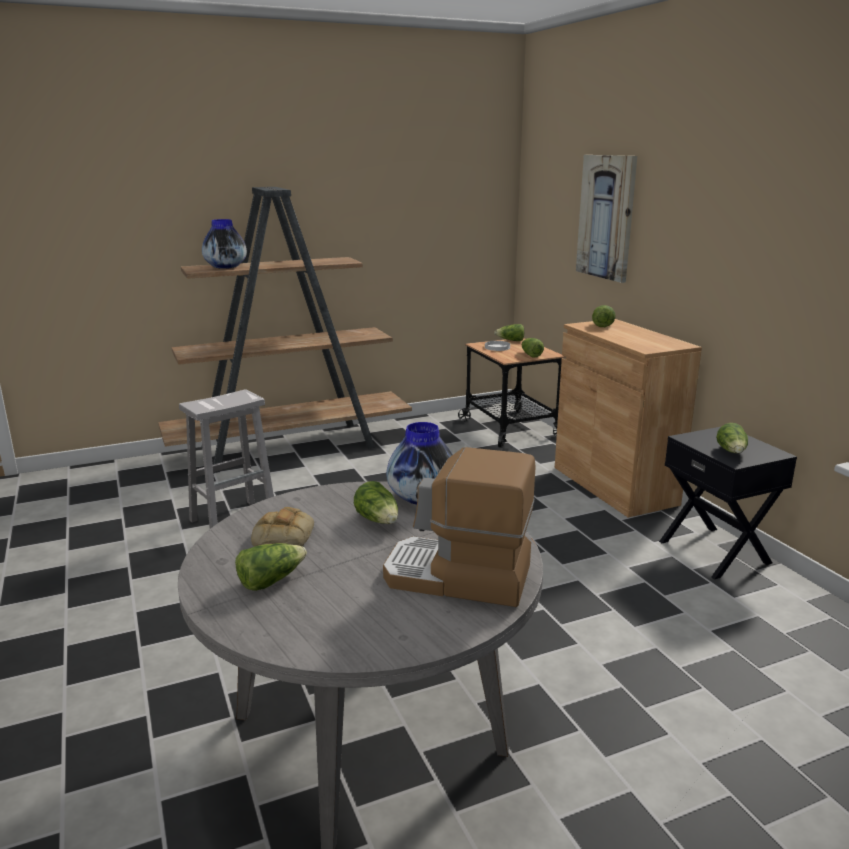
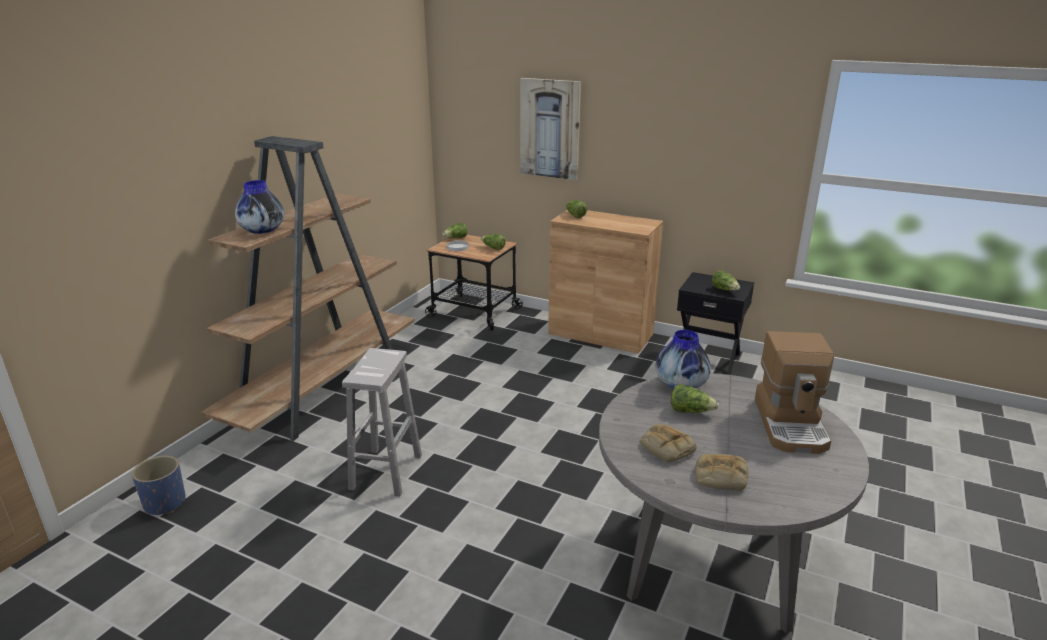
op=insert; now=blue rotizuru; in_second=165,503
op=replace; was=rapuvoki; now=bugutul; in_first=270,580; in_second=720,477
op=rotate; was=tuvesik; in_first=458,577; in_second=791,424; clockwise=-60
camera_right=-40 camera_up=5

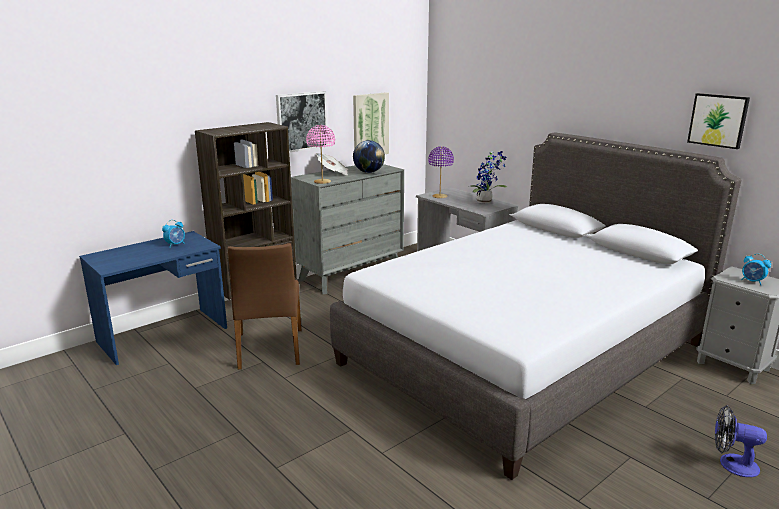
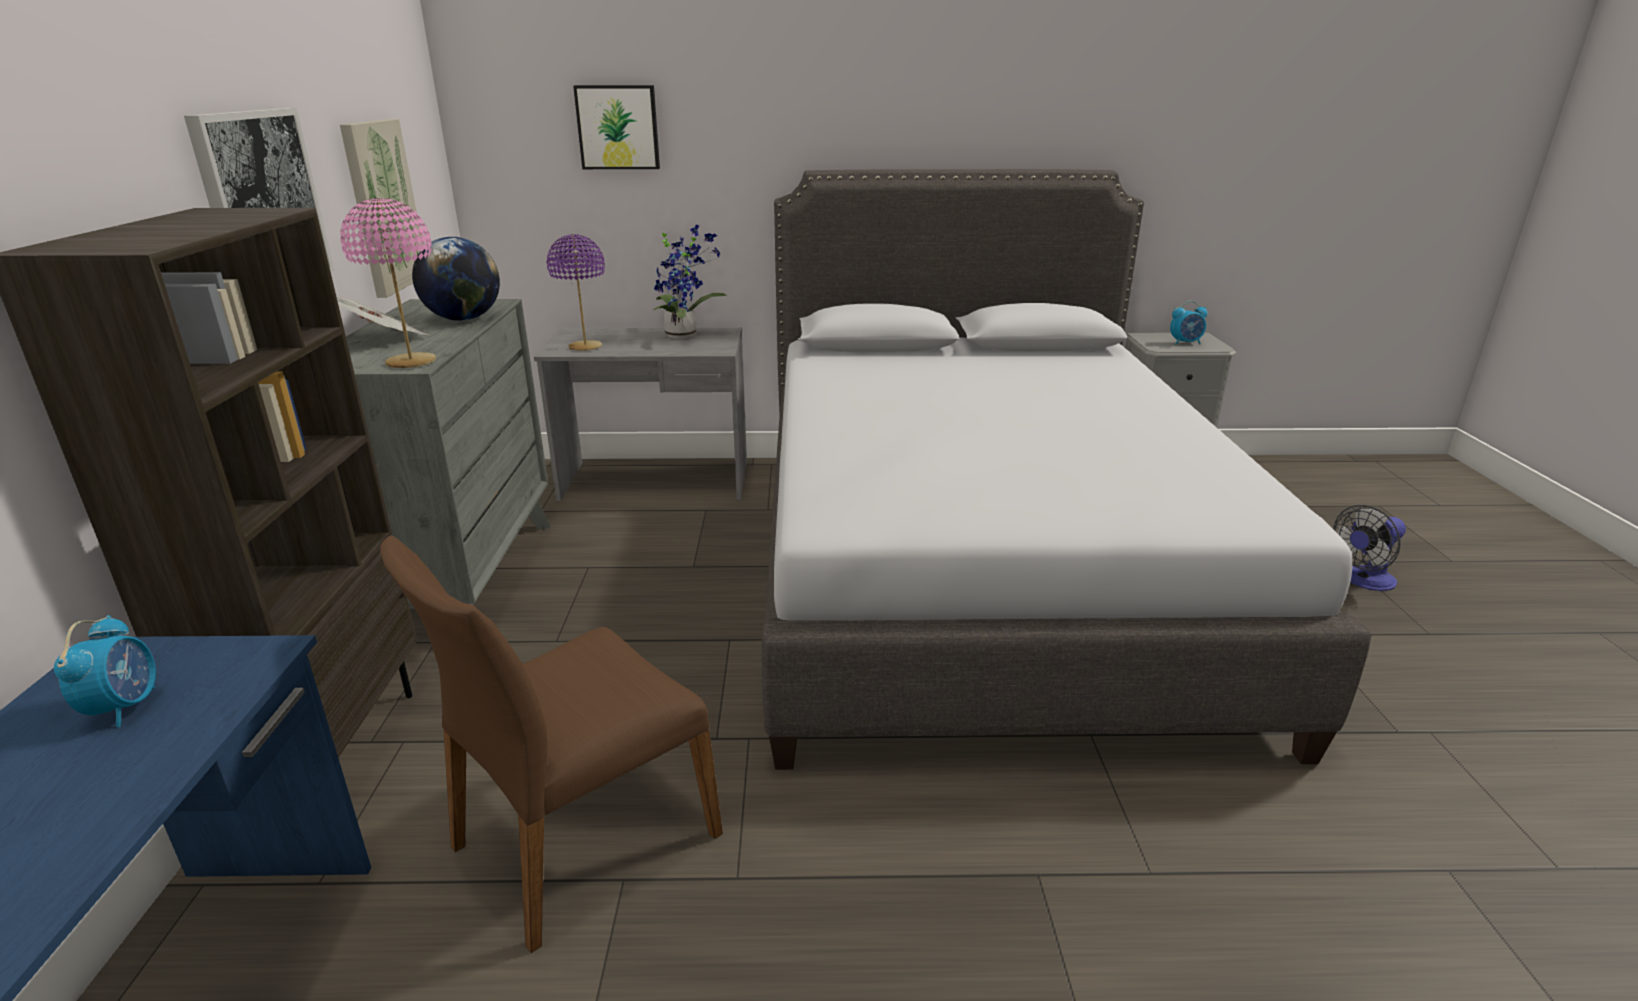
op=move; was=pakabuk; in_first=718,120; in_second=618,127
op=rotate; was=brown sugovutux; in_first=269,349; in_second=582,839; clockwise=105
camera_right=-50 camera_up=5

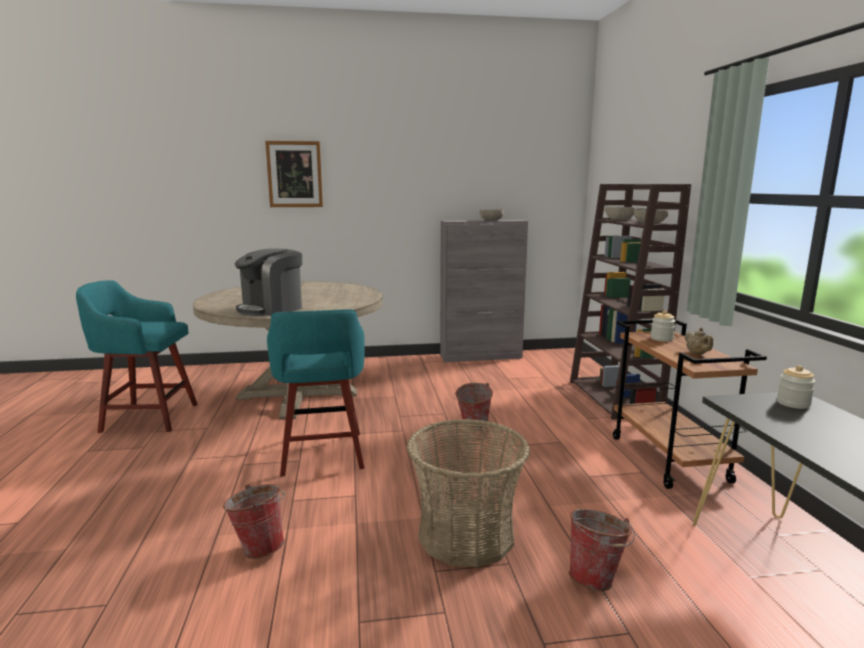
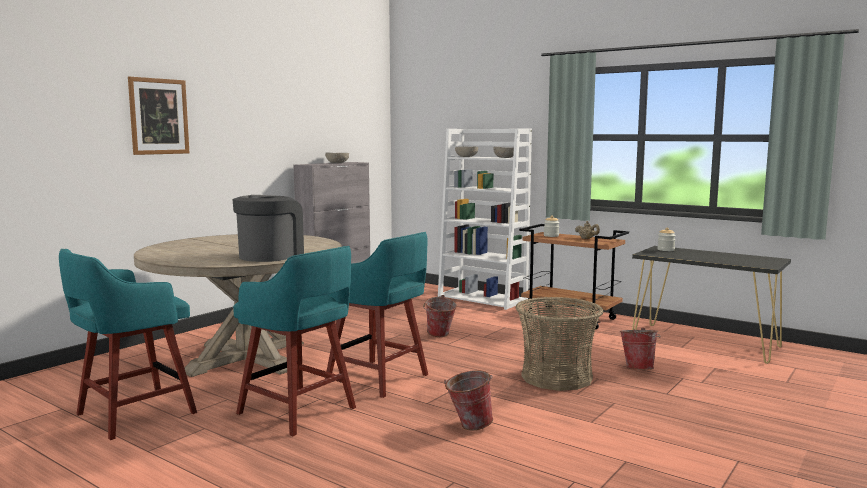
op=insert; now=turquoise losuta; in_second=299,412
op=recolor; was=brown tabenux; now=white tabenux; in_first=615,398; in_second=483,299
op=rotate; was=tuvesik; in_first=271,309; in_second=271,256; clockwise=-150
camera_right=-45 camera_up=-5

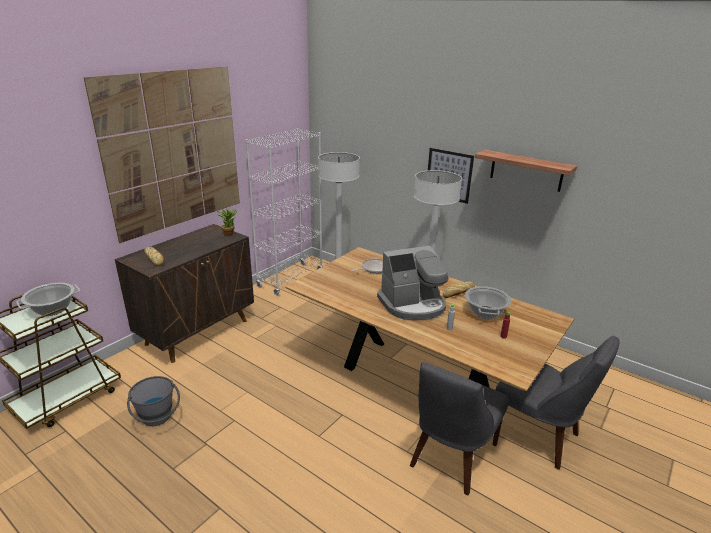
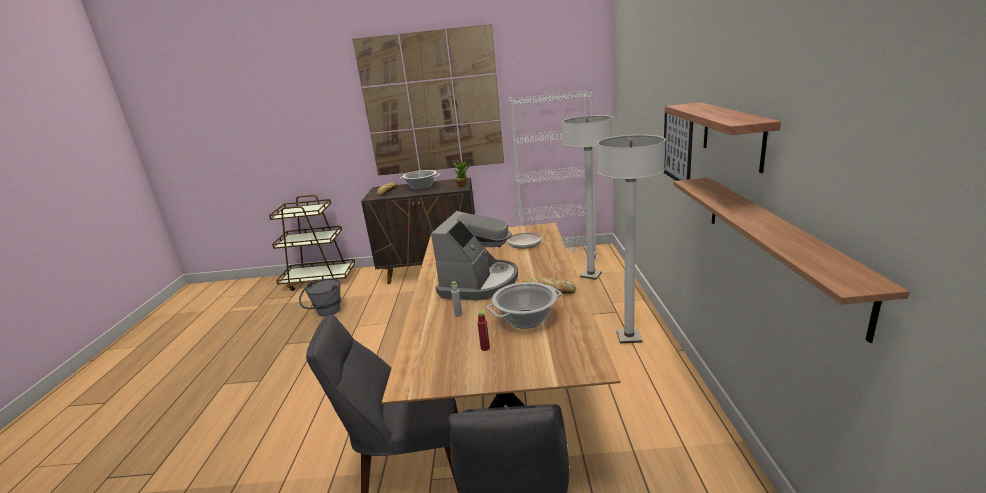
op=insert; now=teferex; in_second=775,242
op=move; was=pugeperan; in_first=53,309; in_second=421,187
op=rotate; was=tuvesik; in_first=413,305; in_second=479,283; clockwise=-105
camera_right=55 camera_up=-5

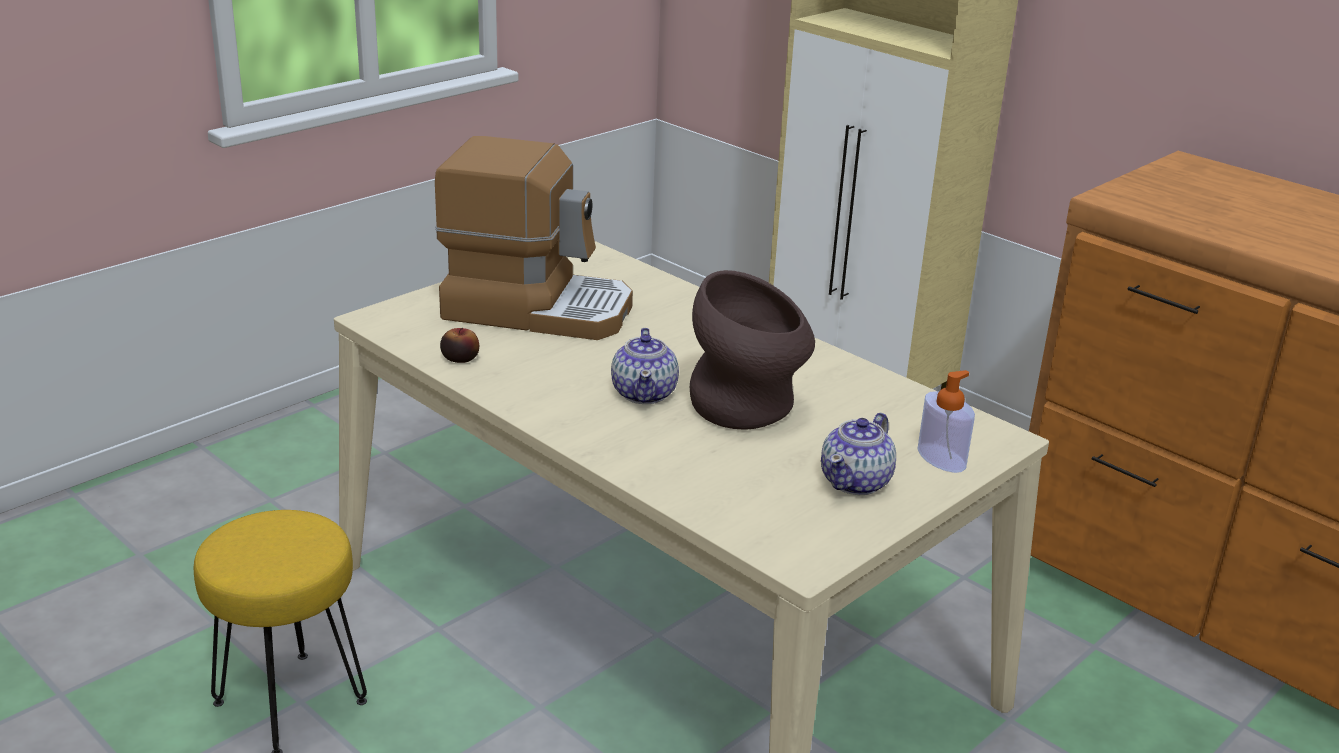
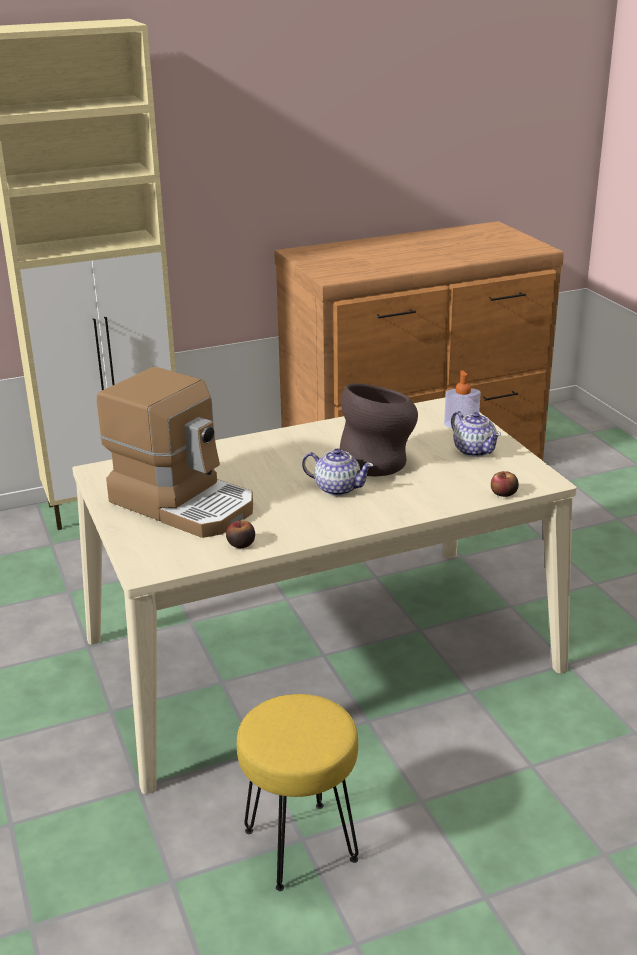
op=insert; now=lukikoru; in_second=503,493
op=rotate; was=tuvesik; in_first=537,308; in_second=184,503; clockwise=90
camera_right=-65 camera_up=0

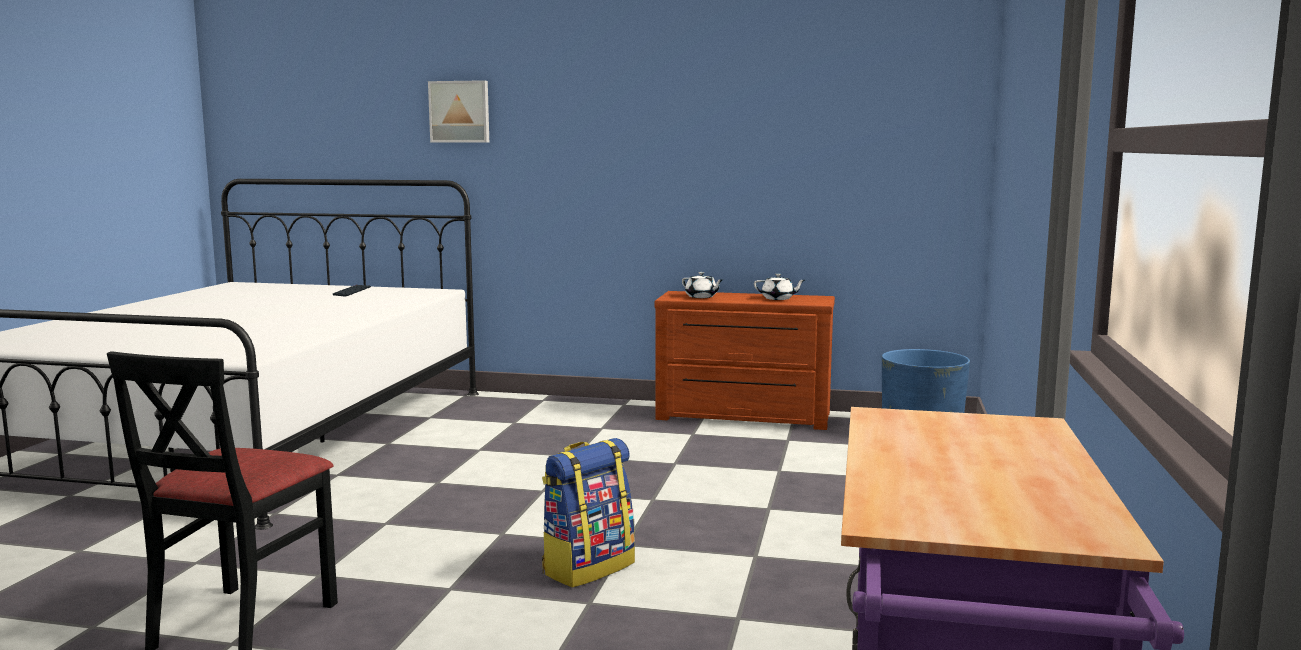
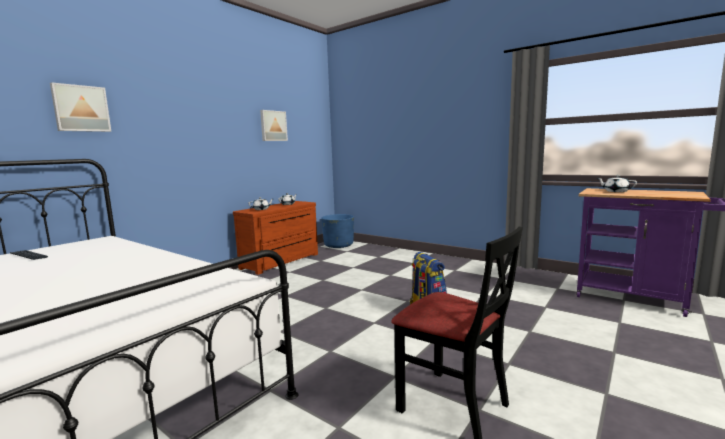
op=insert; now=pakabuk; in_second=273,126
op=insert; now=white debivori; in_second=615,191
camera_right=-65 camera_up=0

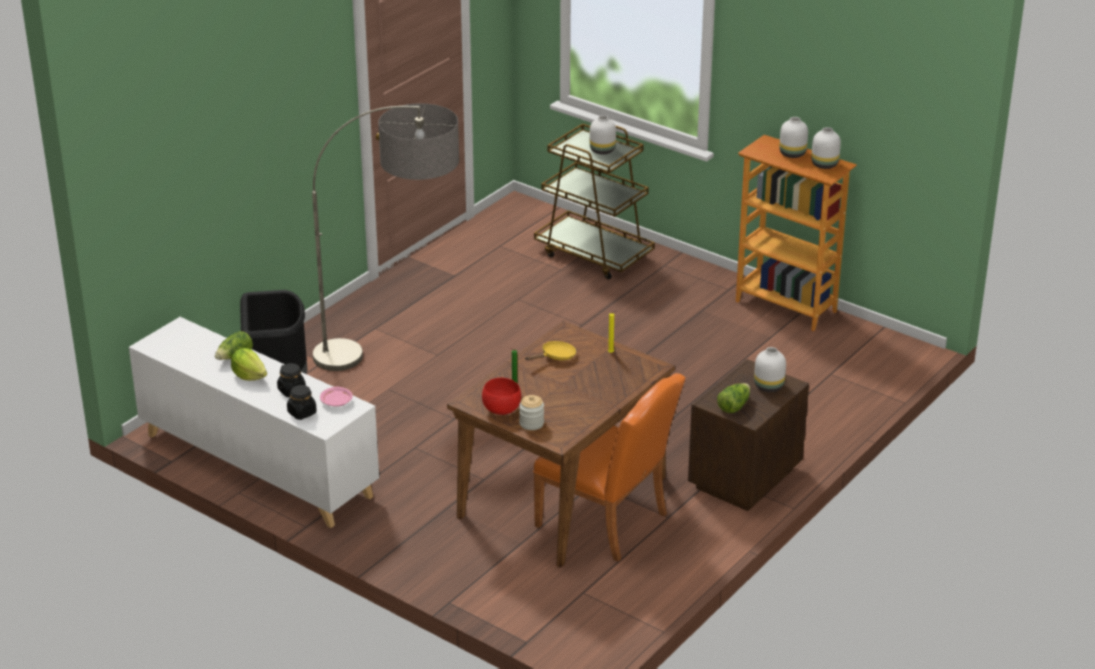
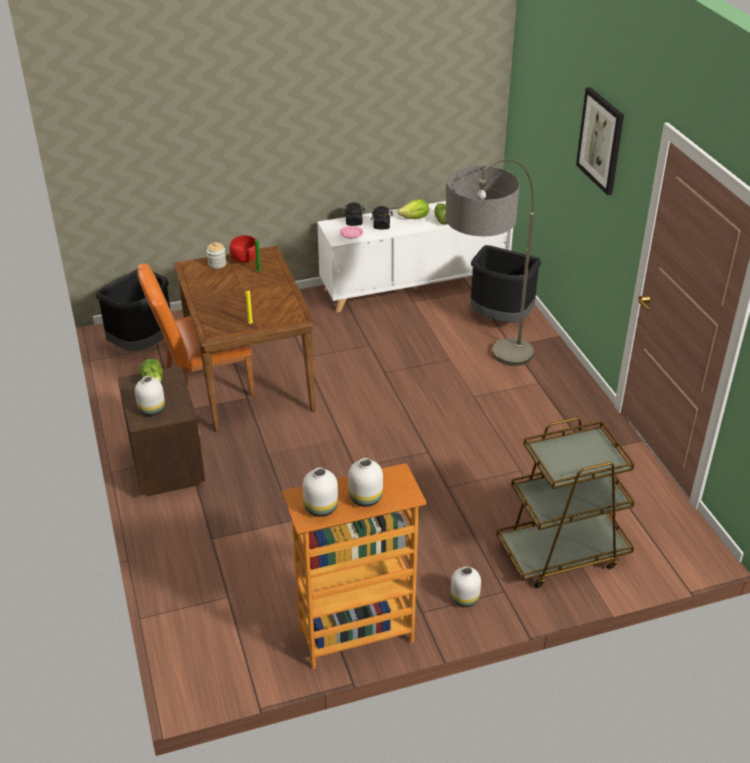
op=delete; was=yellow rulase; in_first=555,357
op=insert; now=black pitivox; in_second=143,345
op=insert; now=pakabuk; in_second=601,140
op=move; was=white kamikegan; in_first=602,151; in_second=464,598
camera_right=125 camera_up=5

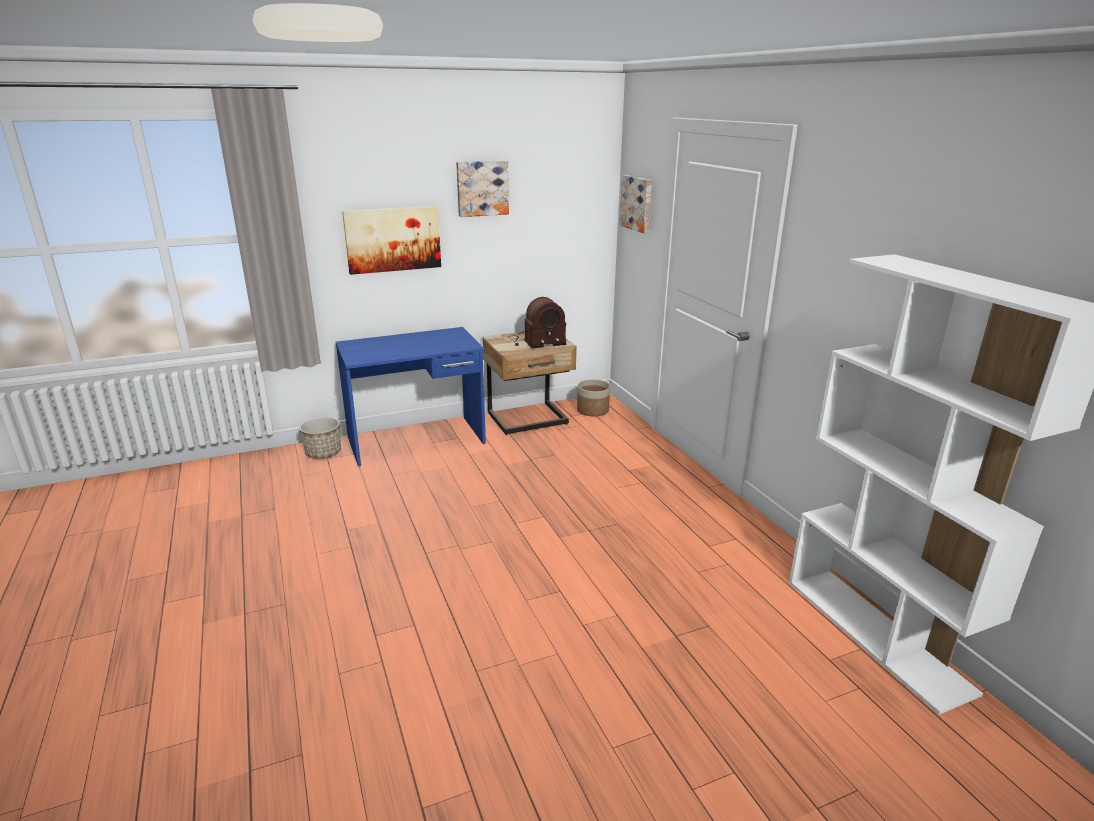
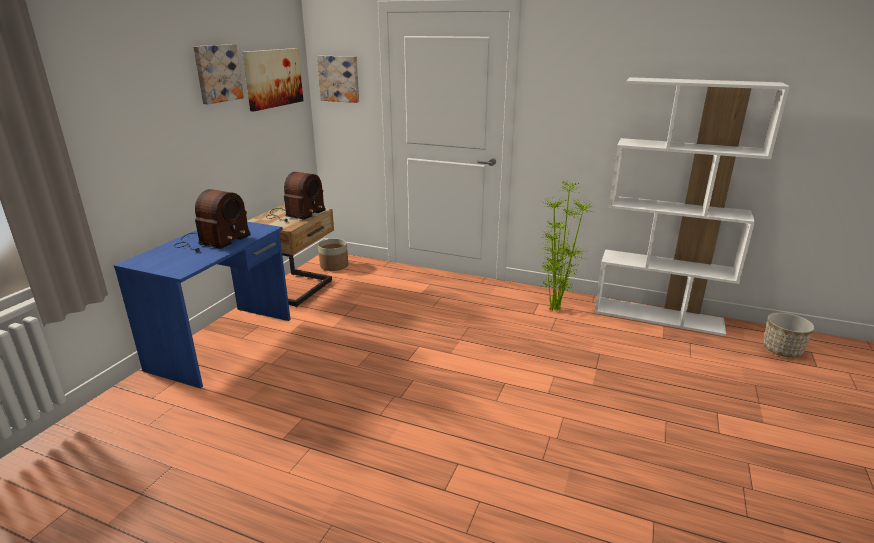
op=insert; now=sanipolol; in_second=212,241
op=insert; now=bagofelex; in_second=555,310
op=move; was=rotizuru; in_first=323,453; in_second=782,350
op=move; was=pakabuk; in_first=393,239; in_second=273,78
camera_right=-45 camera_up=0

